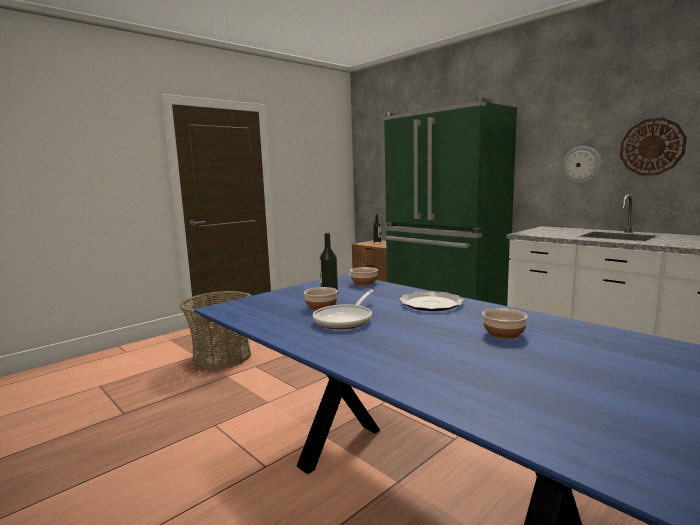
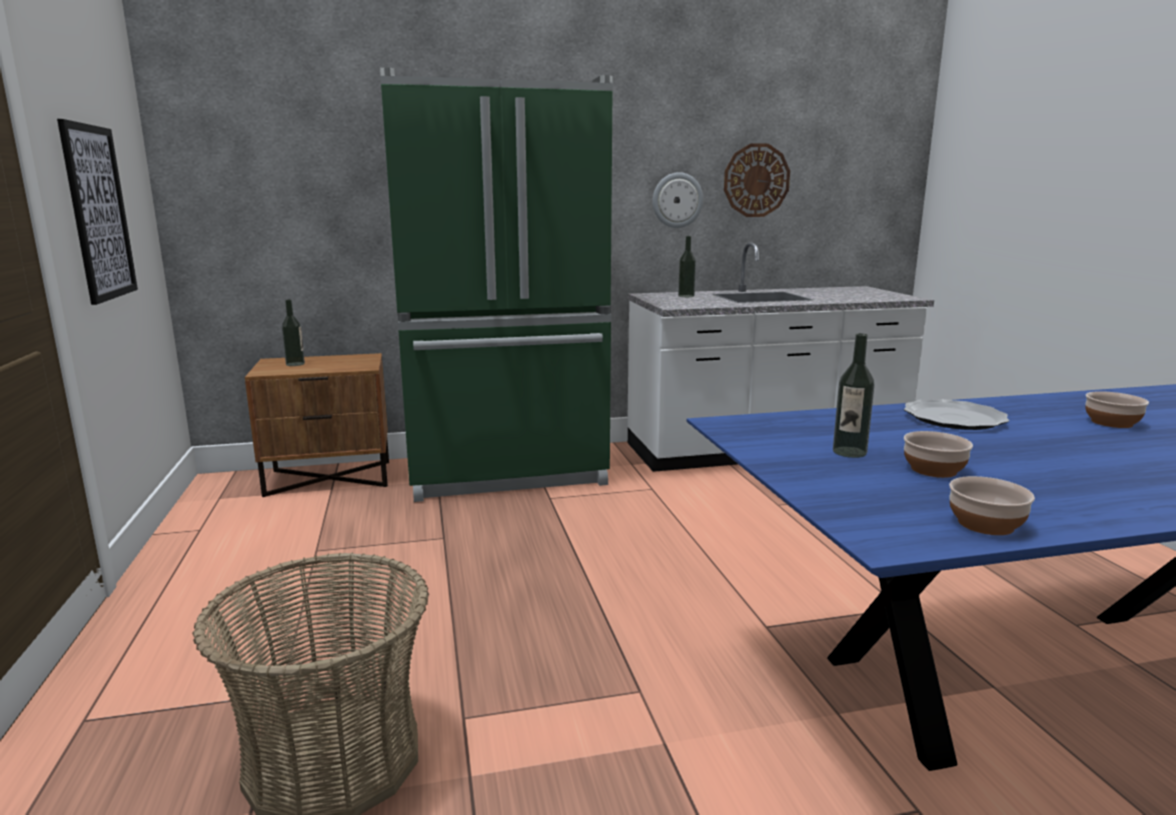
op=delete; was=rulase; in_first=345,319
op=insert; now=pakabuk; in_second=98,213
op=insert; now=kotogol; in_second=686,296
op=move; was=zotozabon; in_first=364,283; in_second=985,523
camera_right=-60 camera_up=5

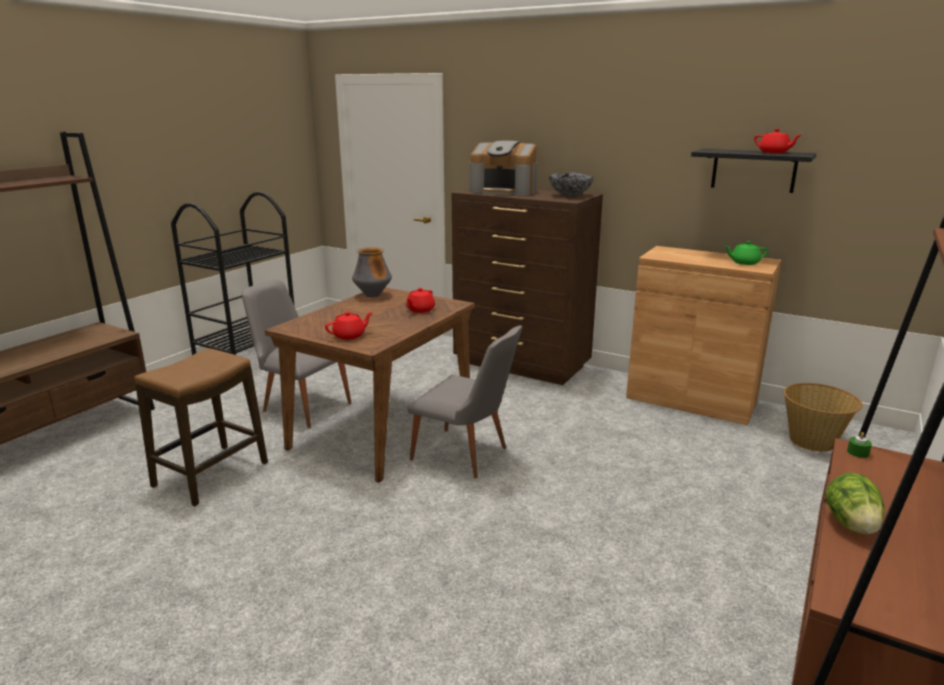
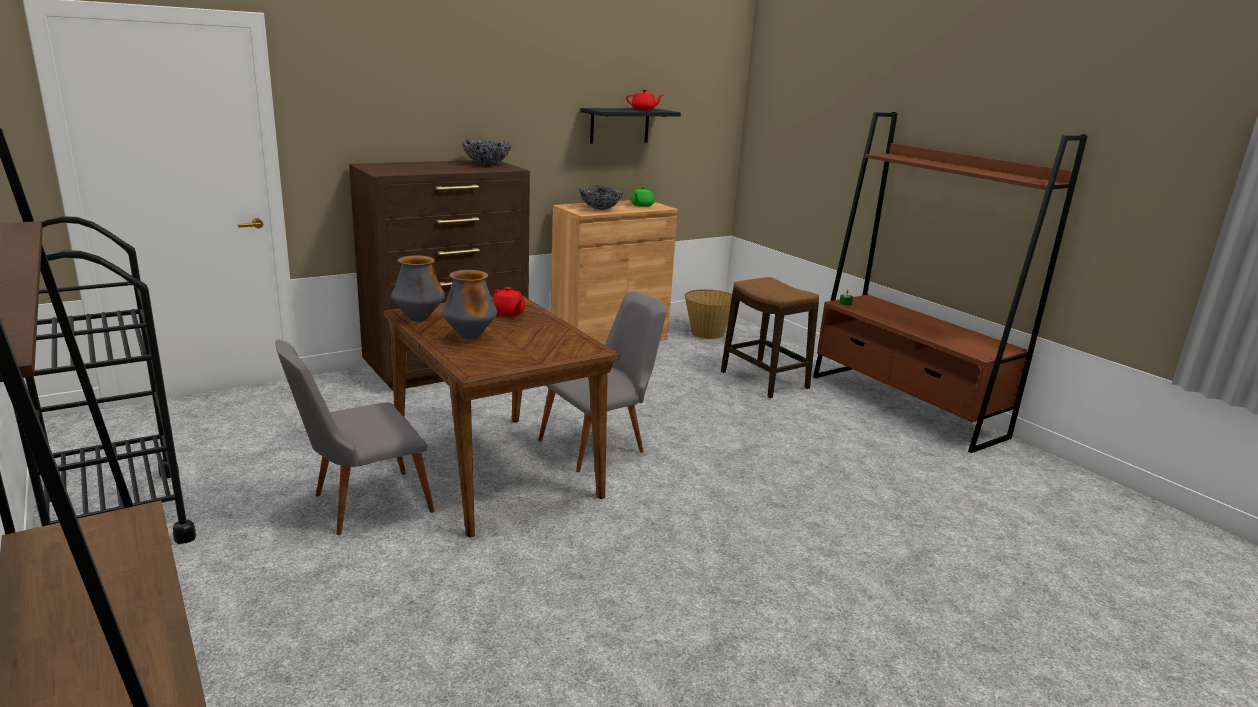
op=delete; was=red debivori; in_first=350,336
op=delete; was=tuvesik; in_first=504,191
op=delete; was=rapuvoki; in_first=850,524
op=insert; now=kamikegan; in_second=470,336
op=insert; now=zotozabon; in_second=600,209
op=move; was=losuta; in_first=211,474; in_second=764,380
camera_right=-65 camera_up=0

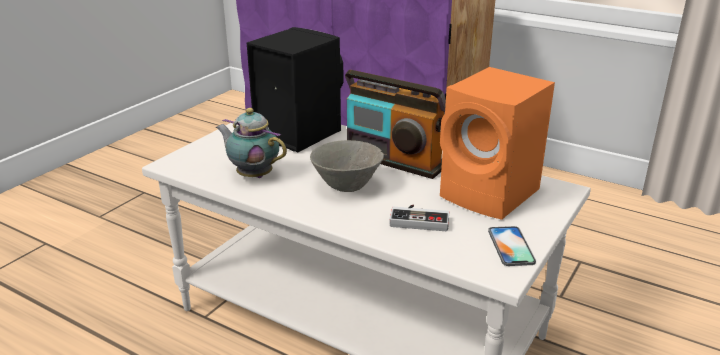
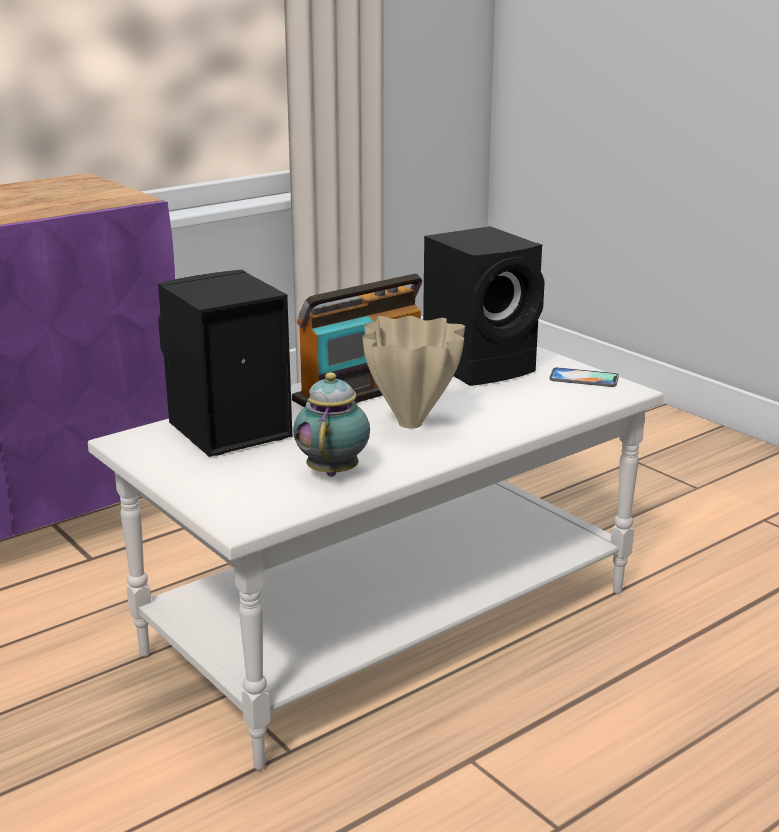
op=delete; was=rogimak; in_first=419,219
op=replace; was=grey zotozabon; now=beige kamikegan; in_first=346,187; in_second=411,424
op=recolor; was=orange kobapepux; now=black kobapepux; in_first=492,195; in_second=482,366
op=rotate; was=debivori; in_first=253,175; in_second=334,470; clockwise=135
camera_right=-70 camera_up=-5

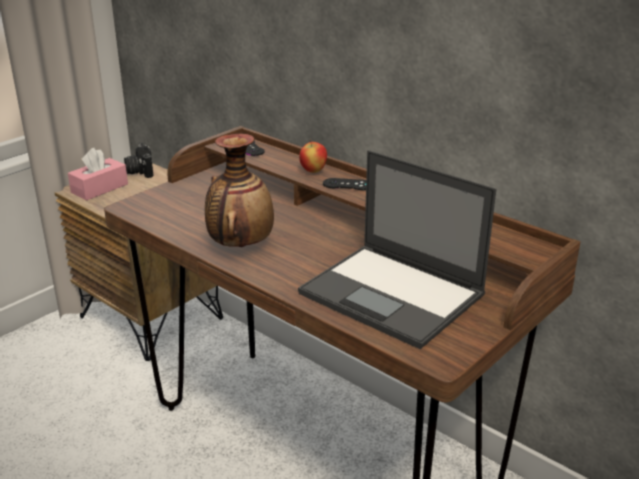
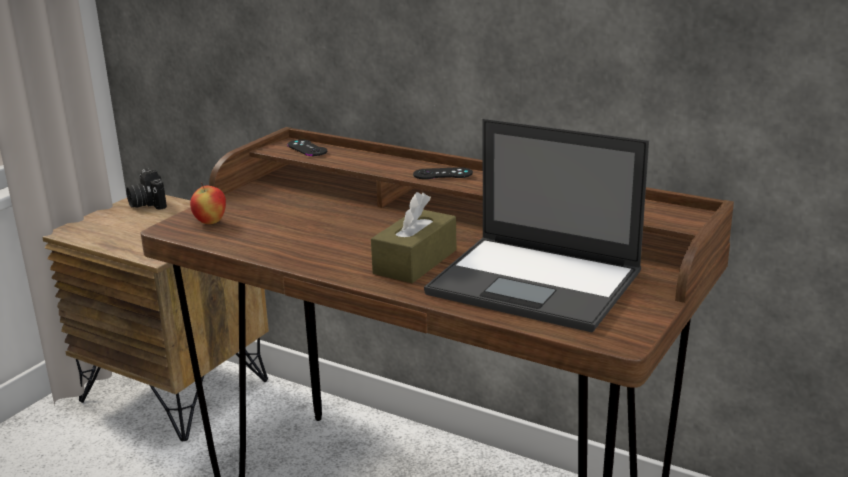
op=delete; was=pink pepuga; in_first=99,188
op=delete; was=kamikegan; in_first=240,245
op=insert; now=brown pepuga; in_second=415,262
op=move; was=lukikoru; in_first=313,171; in_second=210,222
camera_right=-10 camera_up=-5

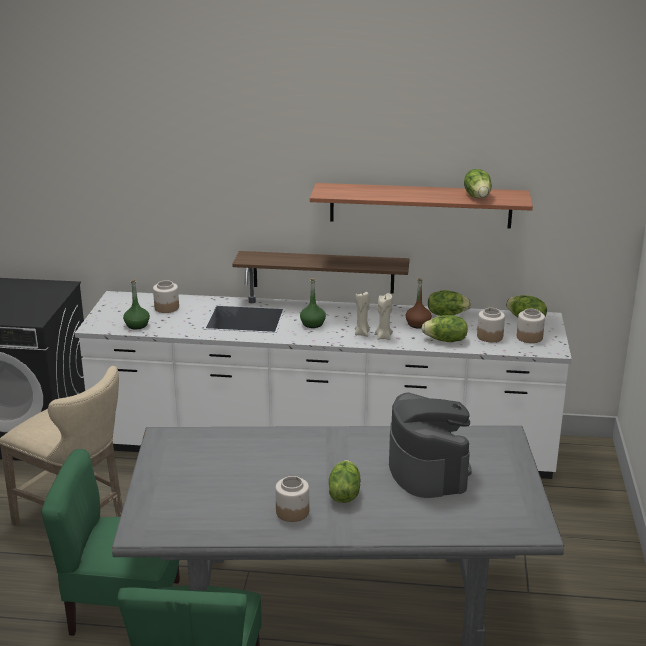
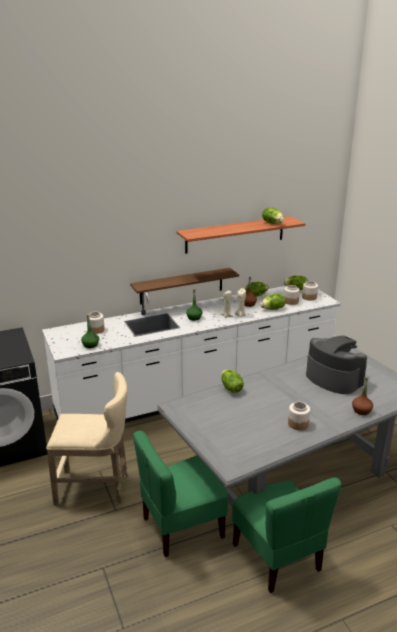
op=insert; now=brown kotogol; in_second=361,410
op=move; was=rapuvoki; in_first=343,494; in_second=231,388
camera_right=-30 camera_up=0

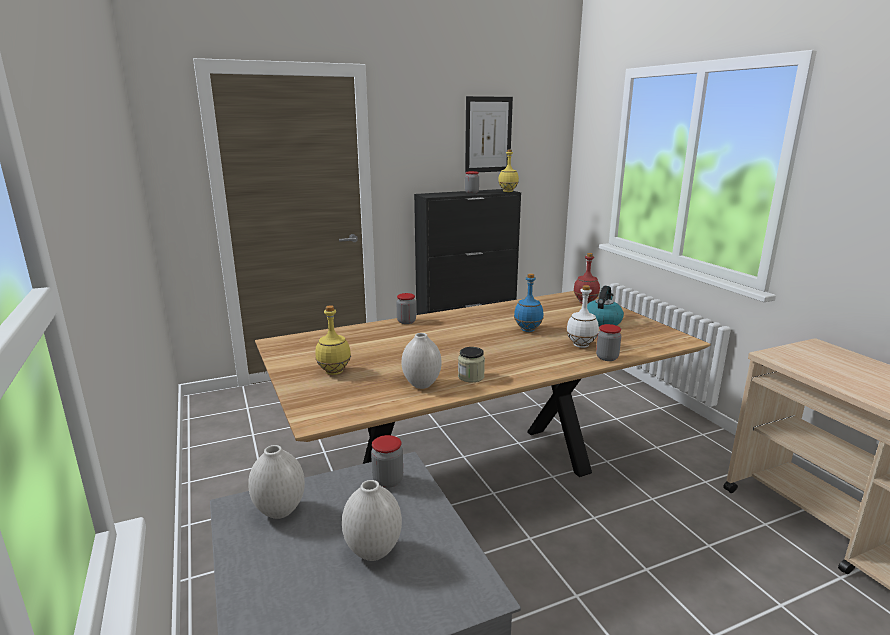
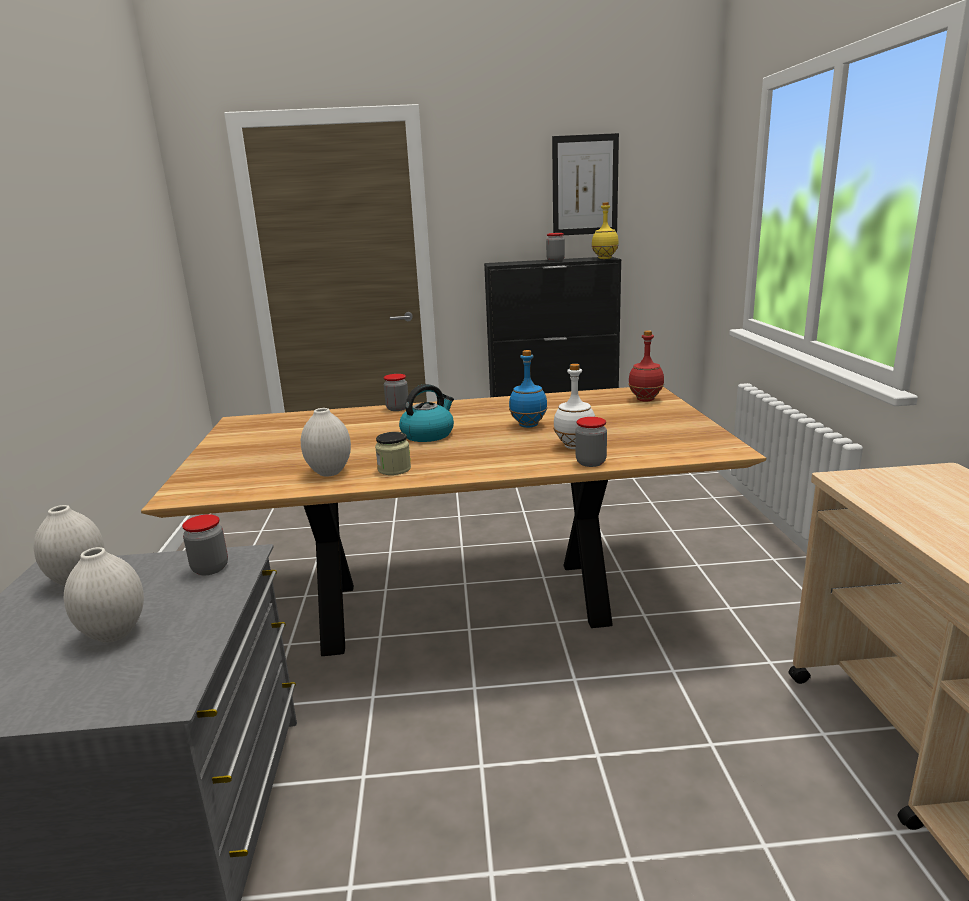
op=delete; was=yellow kotogol; in_first=334,372
op=move; was=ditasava; in_first=602,321; in_second=428,434
camera_right=20 camera_up=0

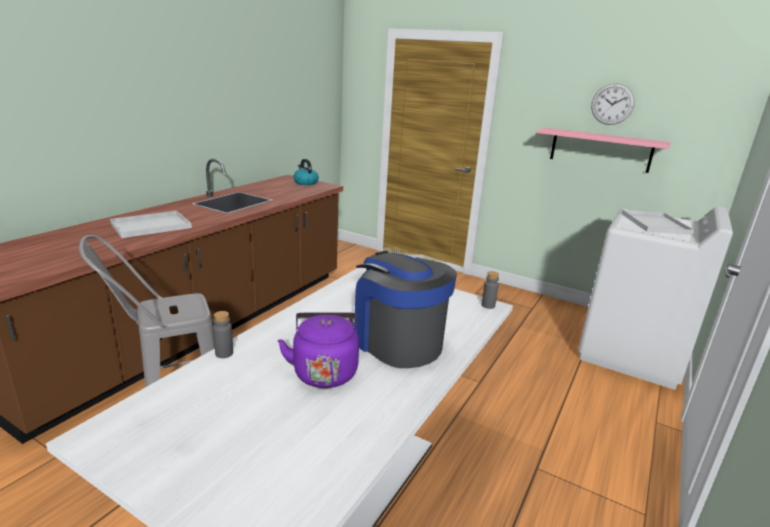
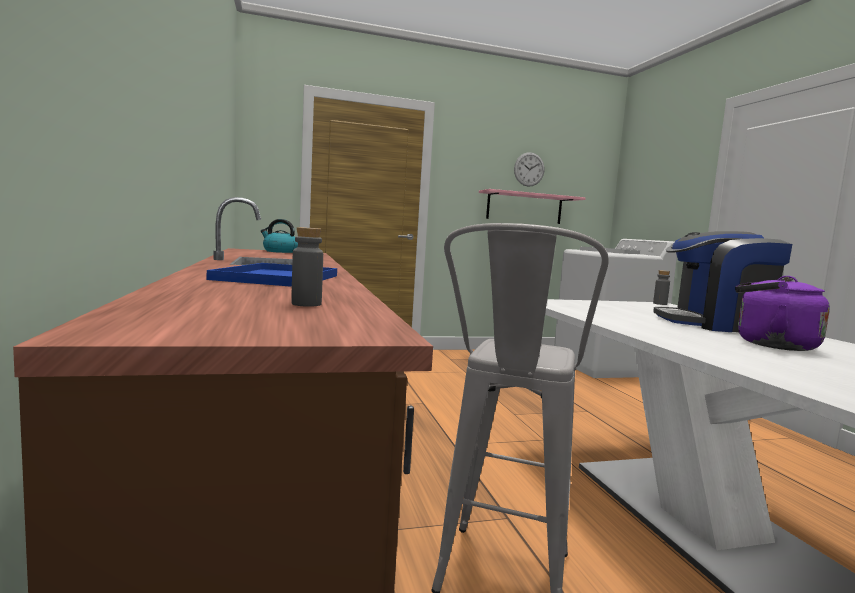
op=move; was=grey kotogol; in_first=224,353; in_second=306,304
op=recolor; was=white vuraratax; now=blue vuraratax; in_first=152,225; in_second=278,277
camera_right=-45 camera_up=-15

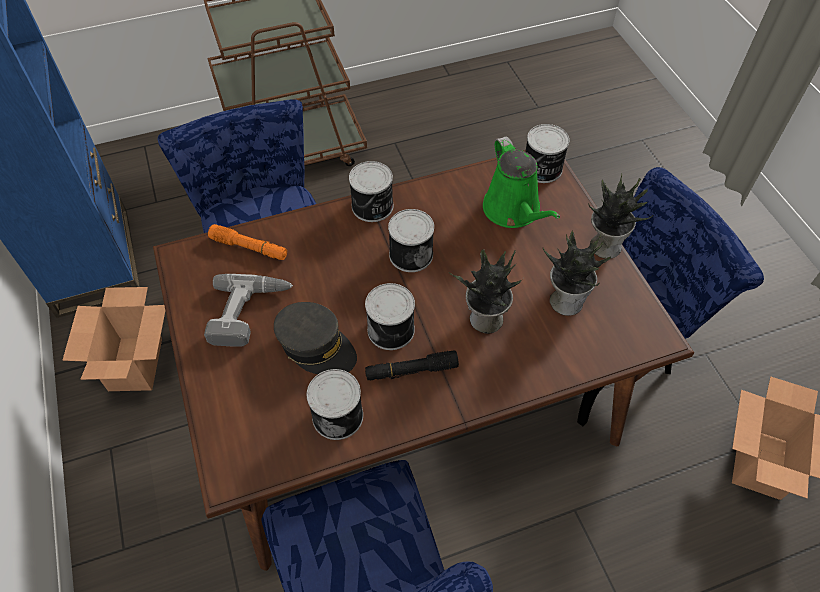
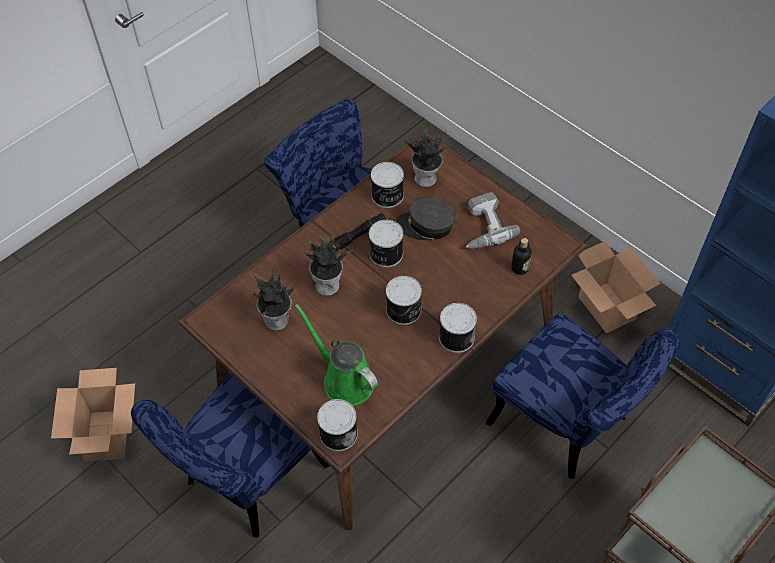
op=move; was=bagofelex; in_first=604,245; in_second=426,178
op=replace; was=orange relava; now=kotogol; in_first=249,248; in_second=519,268
camera_right=155 camera_up=0

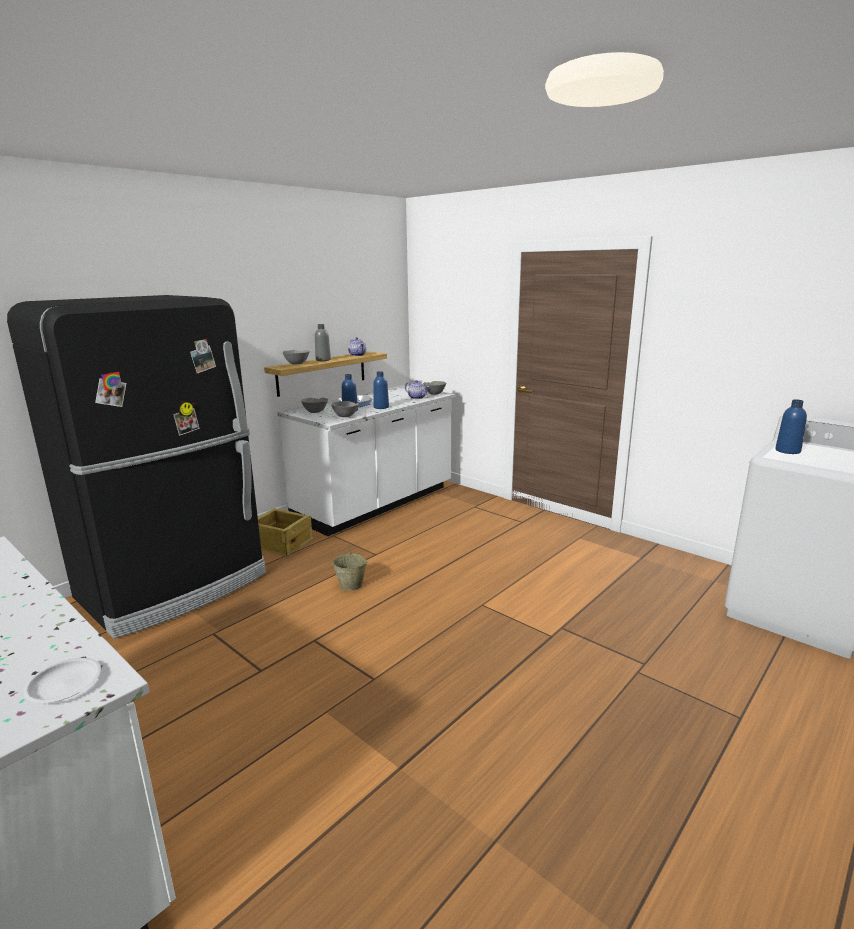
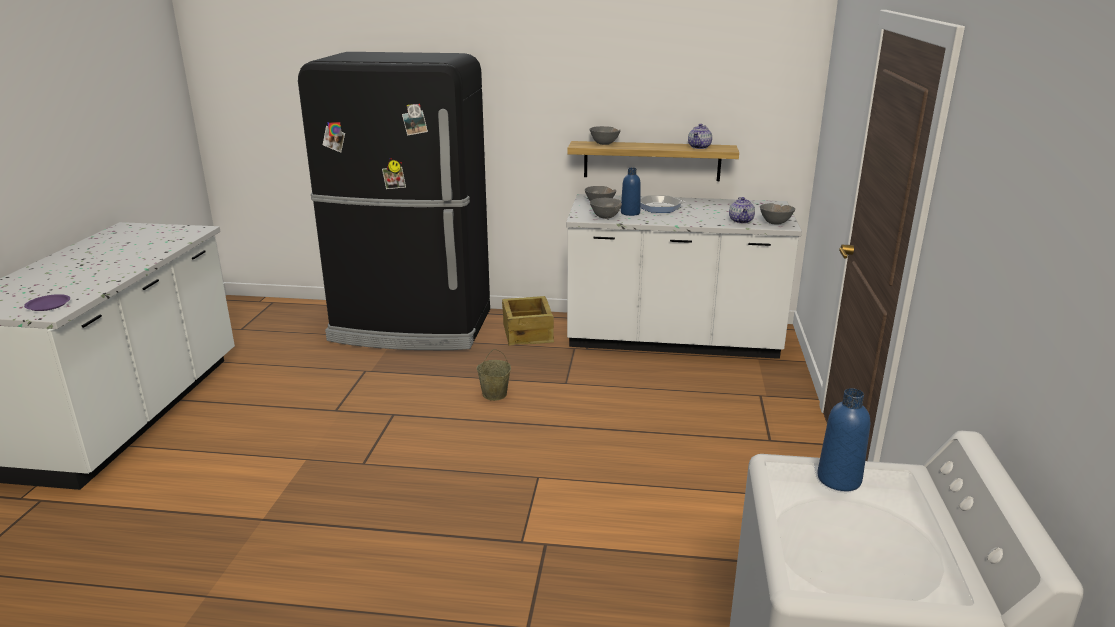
op=delete; was=grey kotogol; in_first=323,360
op=delete; was=blue kotogol; in_first=381,407
op=recolor; was=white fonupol; now=purple fonupol; in_first=65,684; in_second=48,305
camera_right=55 camera_up=5

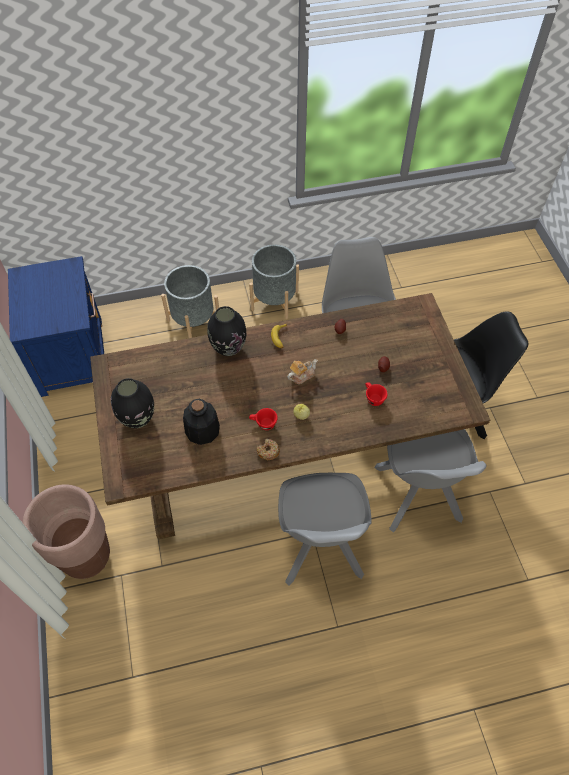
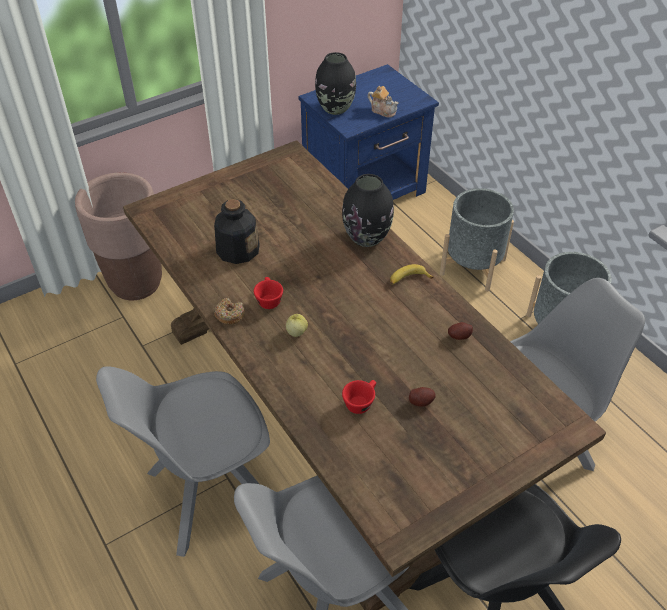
op=move; was=black kamikegan; in_first=138,418; in_second=335,109
op=move; was=debivori; in_first=301,375; in_second=383,110
camera_right=70 camera_up=-10

